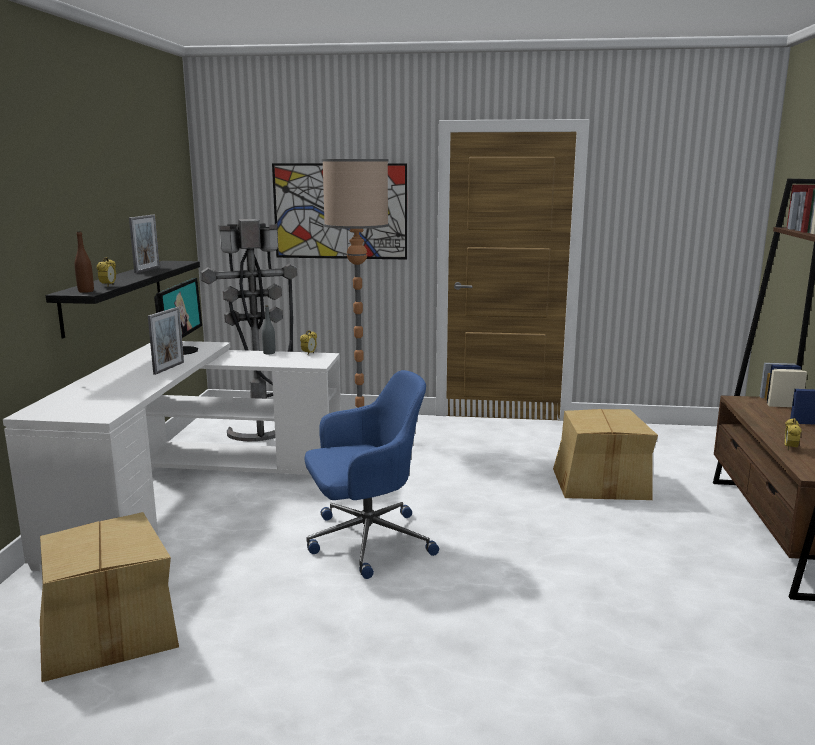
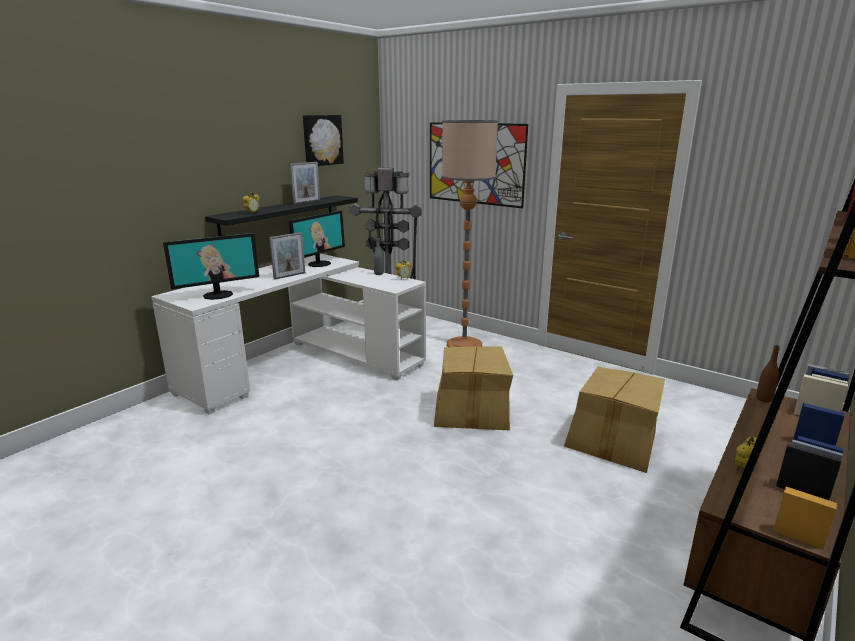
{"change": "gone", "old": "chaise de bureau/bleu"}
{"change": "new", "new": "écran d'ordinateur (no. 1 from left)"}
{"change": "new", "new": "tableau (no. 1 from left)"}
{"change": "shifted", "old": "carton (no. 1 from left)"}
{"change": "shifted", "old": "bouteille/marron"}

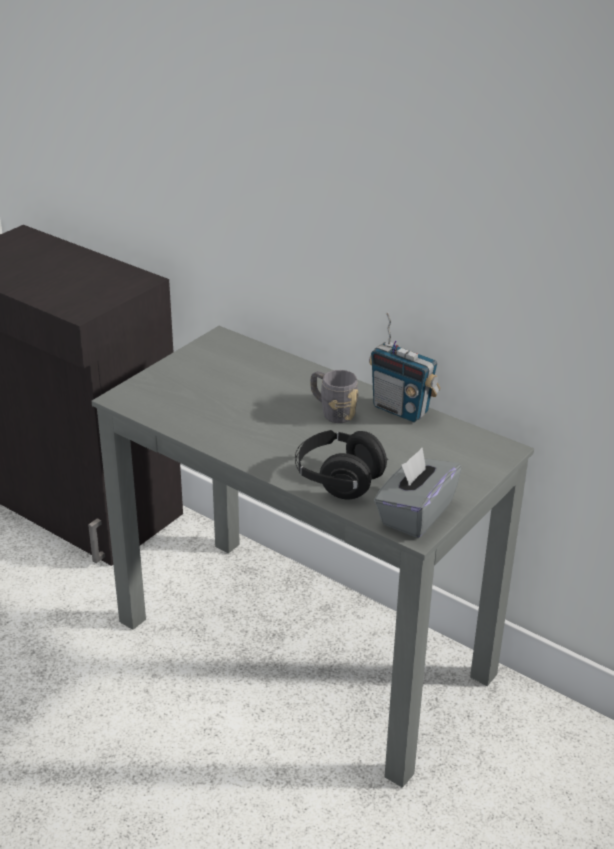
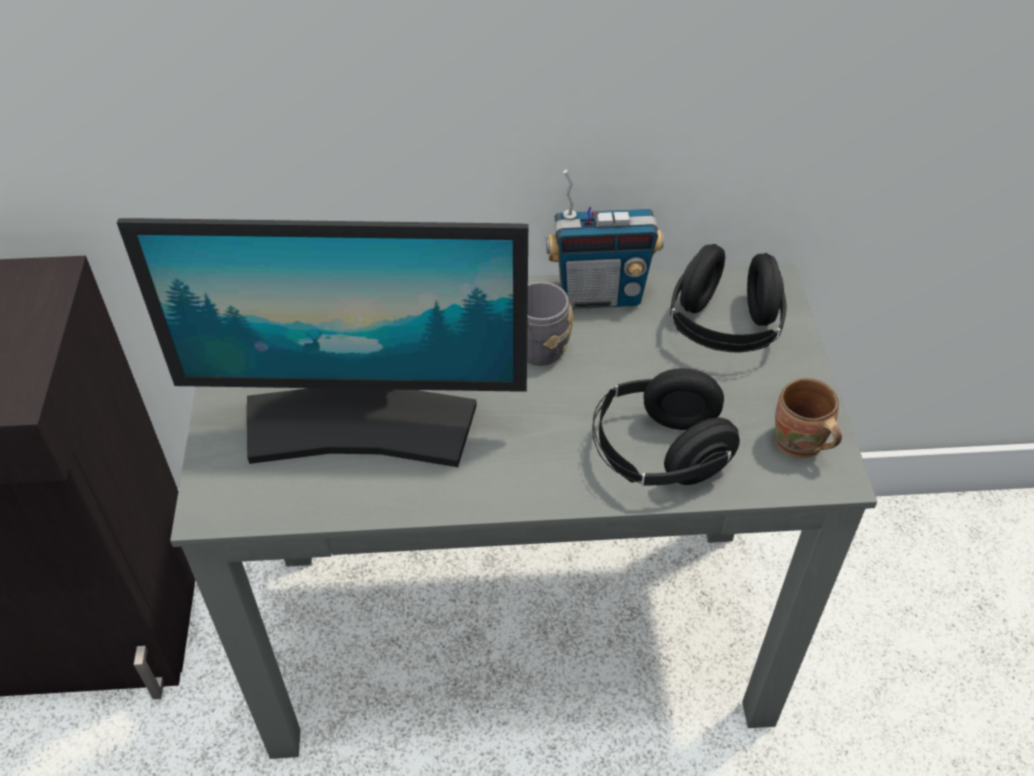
{"change": "new", "new": "écran d'ordinateur"}
{"change": "new", "new": "casque audio/noir (no. 2 from left)"}
{"change": "swapped", "old": "boîte à mouchoirs/gris", "new": "mug/marron"}

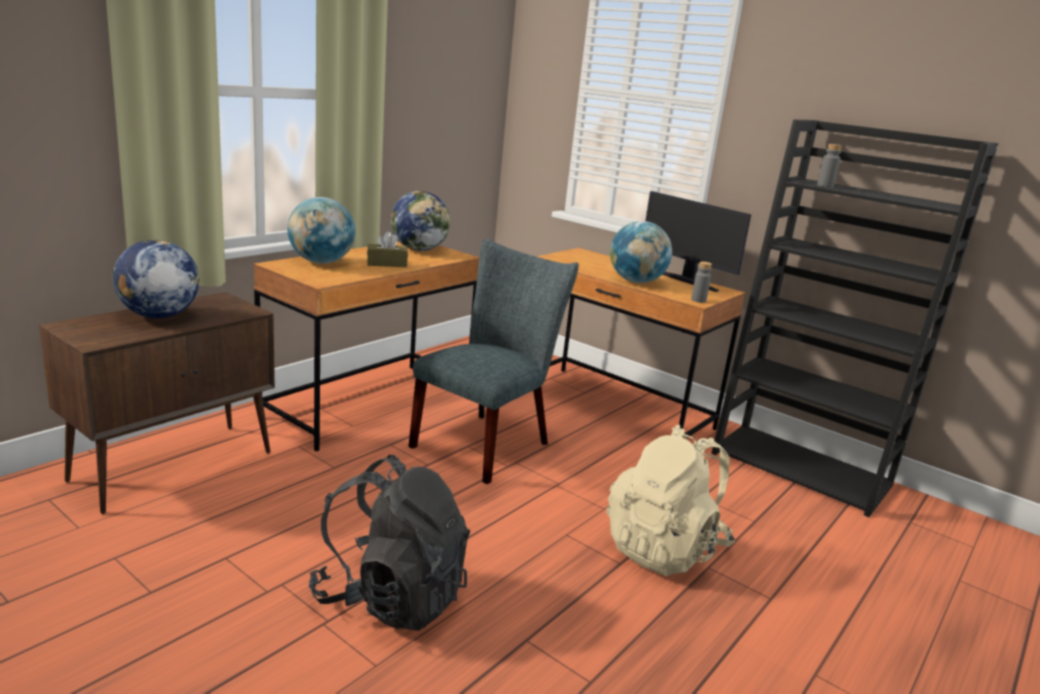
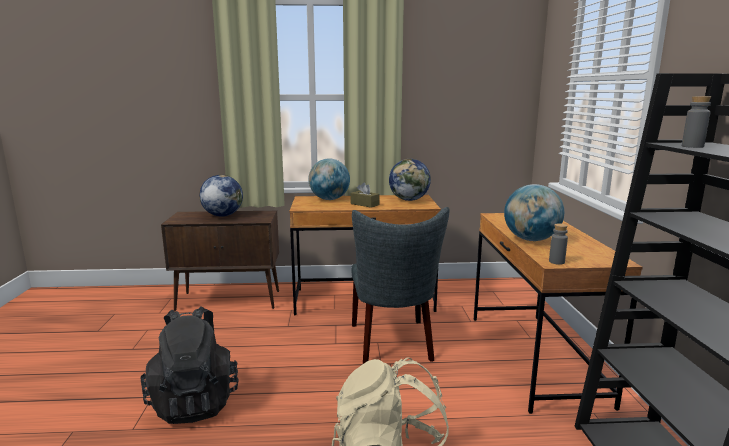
{"change": "gone", "old": "écran d'ordinateur"}
{"change": "rotated", "old": "chaise/gris", "degrees": 90}

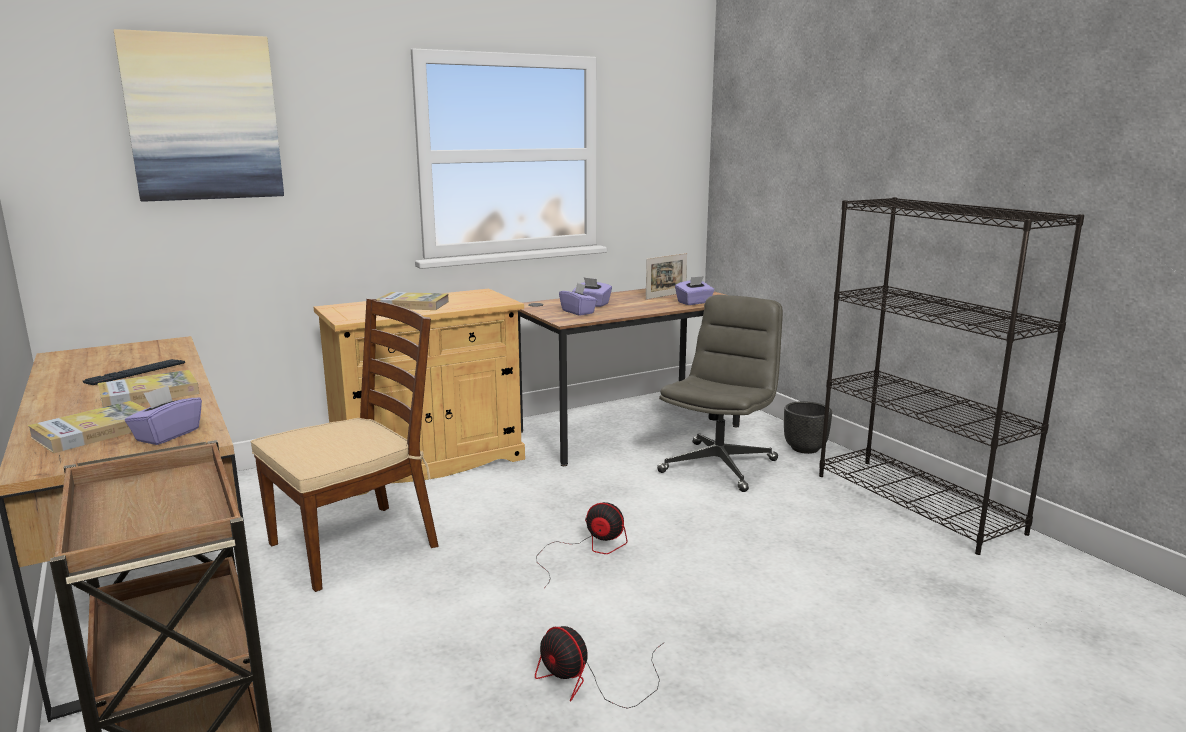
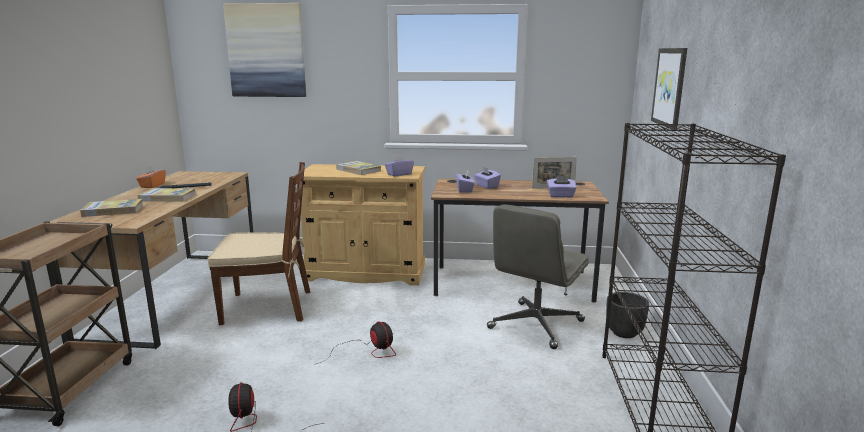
{"change": "new", "new": "boîte à mouchoirs/orange"}
{"change": "new", "new": "tableau (no. 2 from left)"}
{"change": "shifted", "old": "boîte à mouchoirs/violet (no. 1 from left)"}
{"change": "rotated", "old": "chaise de bureau/gris", "degrees": 150}

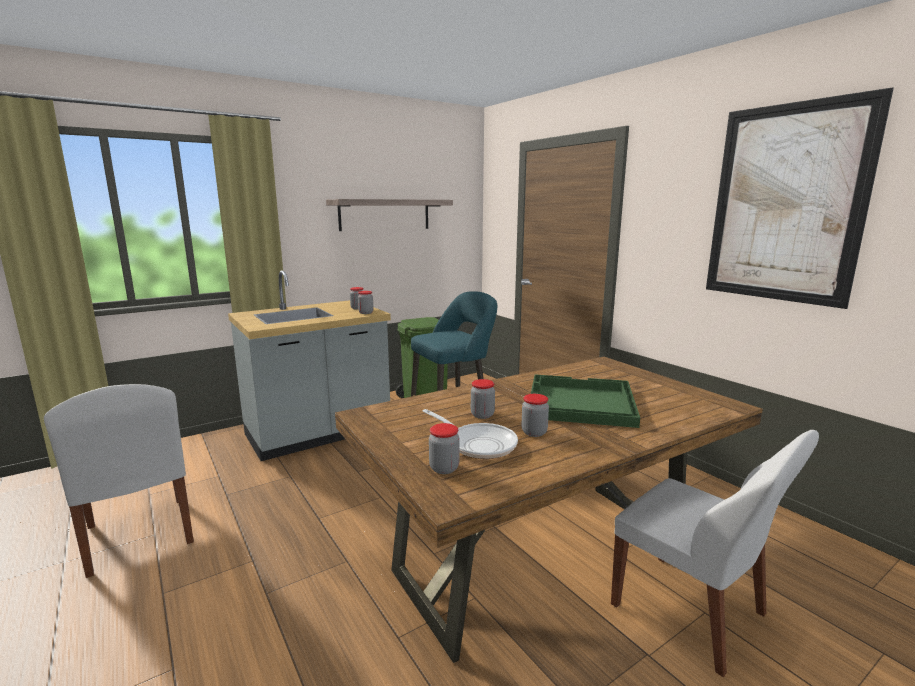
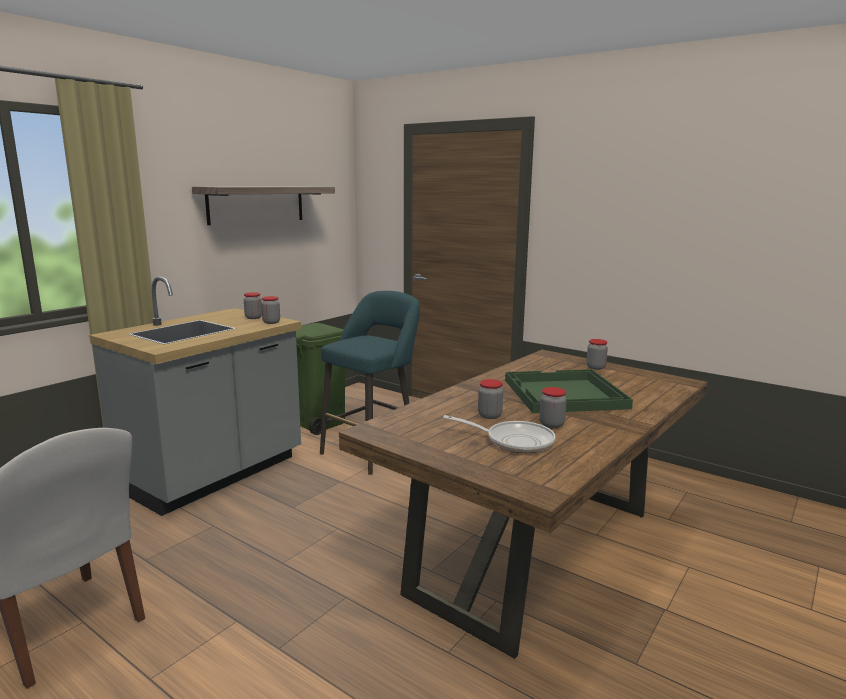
{"change": "gone", "old": "chaise/blanc (no. 2 from left)"}
{"change": "gone", "old": "tableau"}
{"change": "shifted", "old": "bocal (no. 3 from left in the first image)", "new": "bocal (no. 5 from left)"}

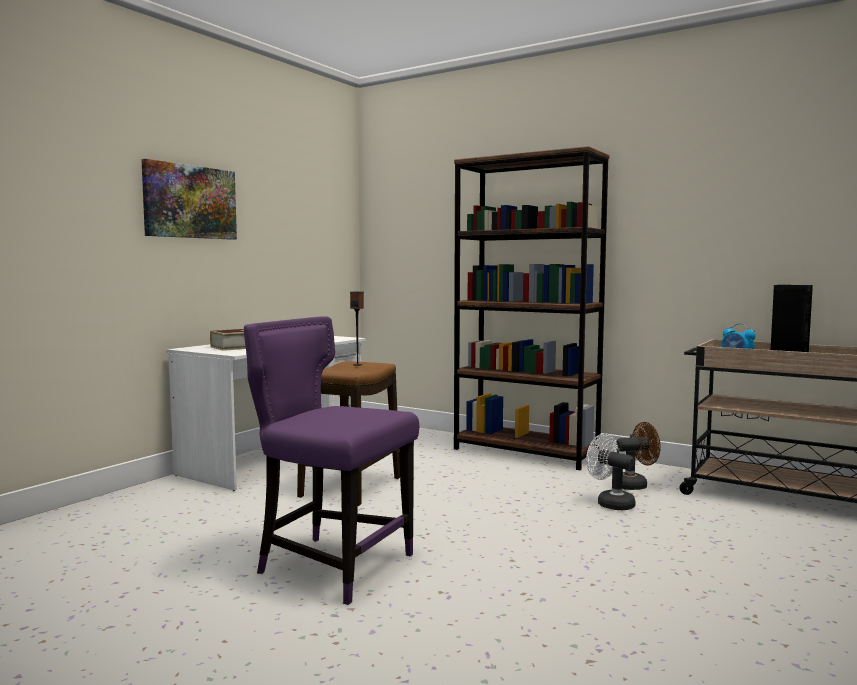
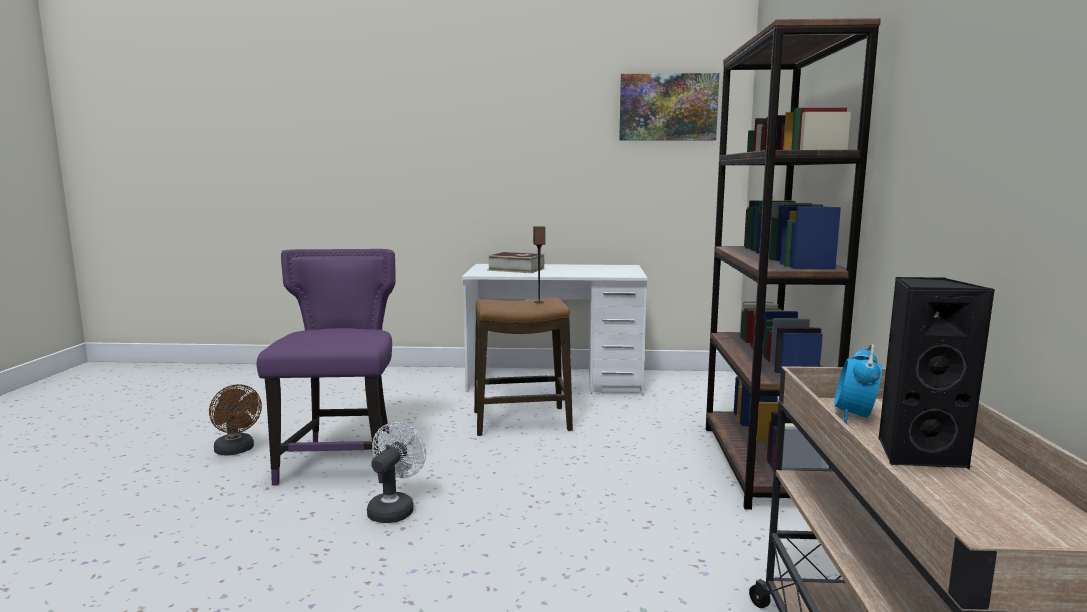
{"change": "shifted", "old": "tableau"}
{"change": "shifted", "old": "ventilateur/blanc"}
{"change": "shifted", "old": "ventilateur/marron"}

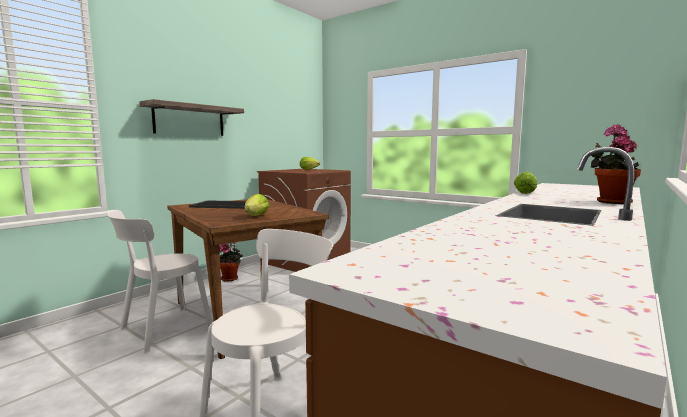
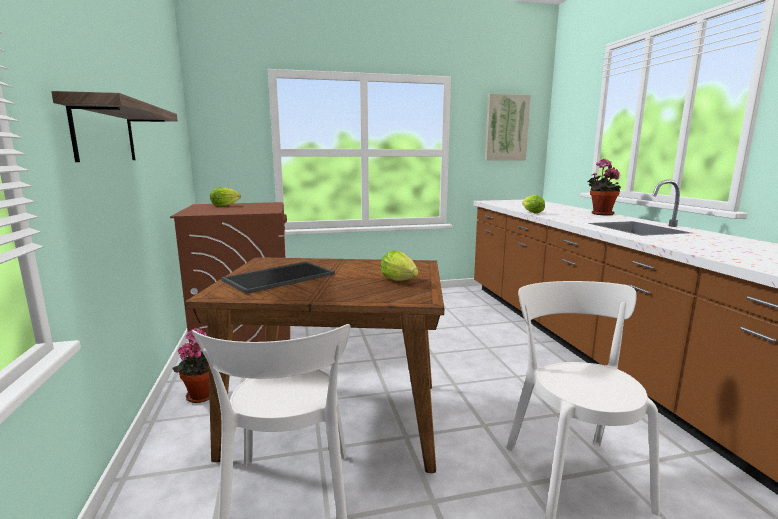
{"change": "new", "new": "tableau"}

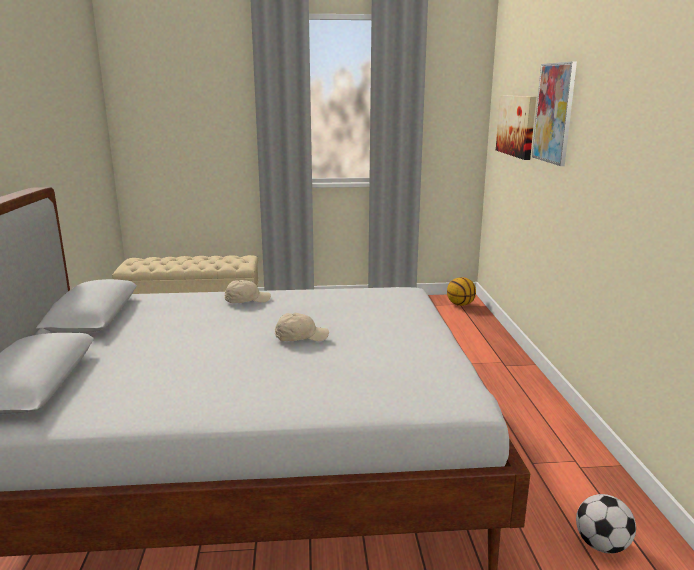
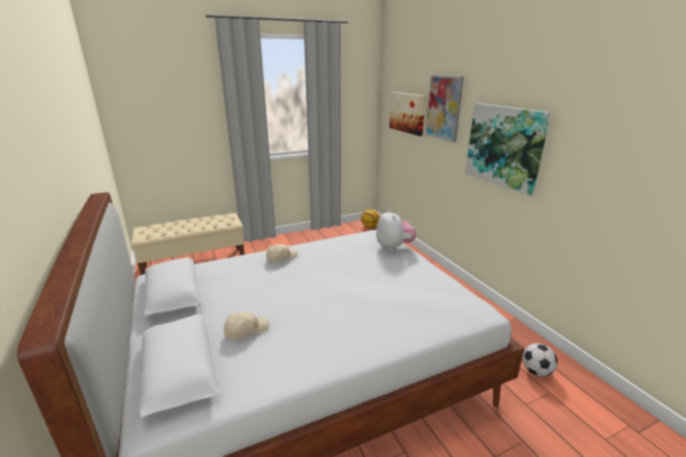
{"change": "new", "new": "peluche"}
{"change": "new", "new": "tableau (no. 3 from left)"}
{"change": "shifted", "old": "casquette/beige (no. 2 from left in the first image)", "new": "casquette/beige (no. 1 from left)"}

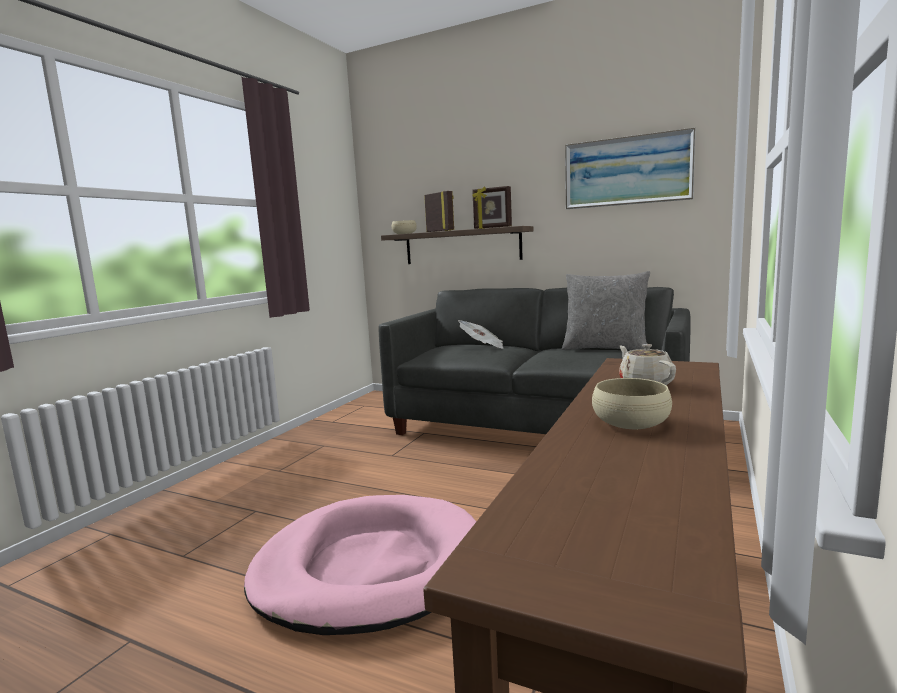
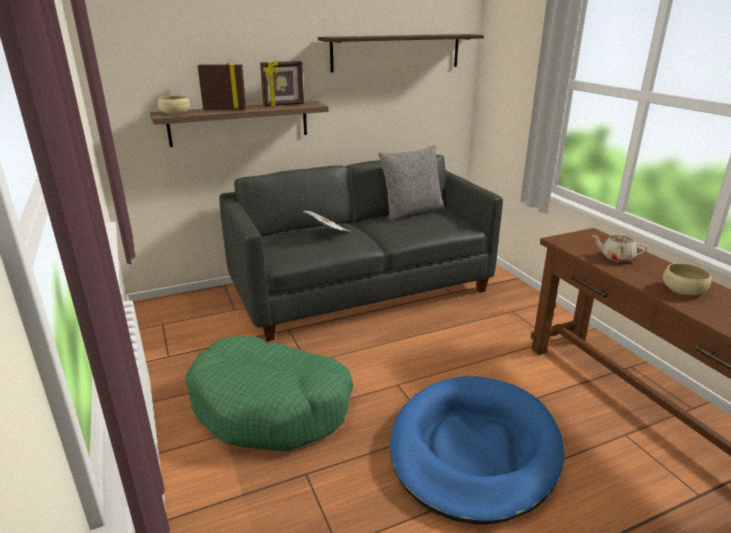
{"change": "new", "new": "panier pour chien/vert"}
{"change": "swapped", "old": "tableau", "new": "étagère (no. 2 from left)"}
{"change": "repainted", "old": "panier pour chien/rose", "new": "panier pour chien/bleu"}

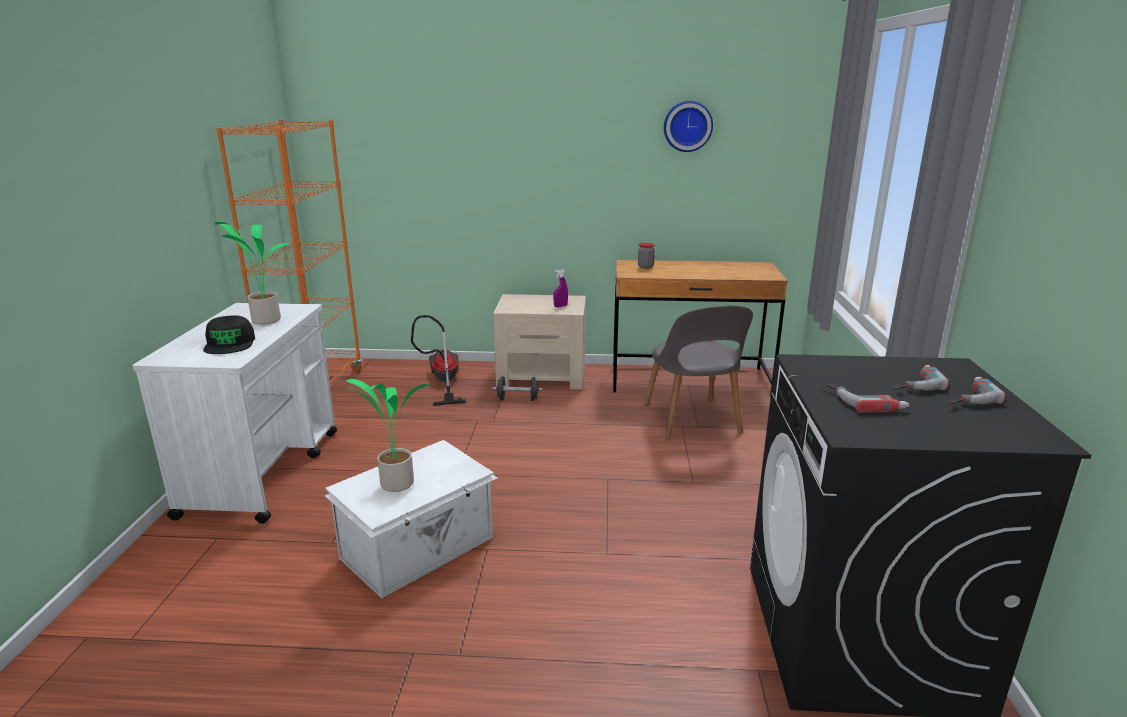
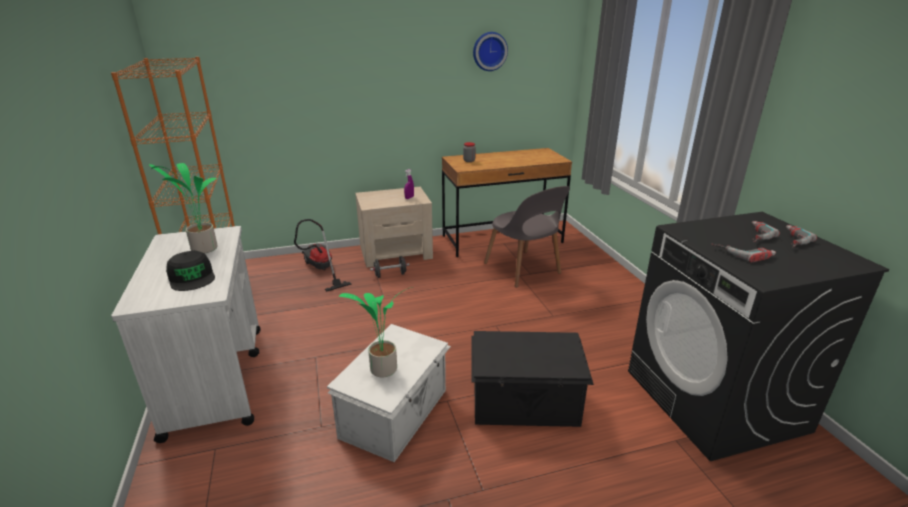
{"change": "new", "new": "boîte de rangement/noir"}

